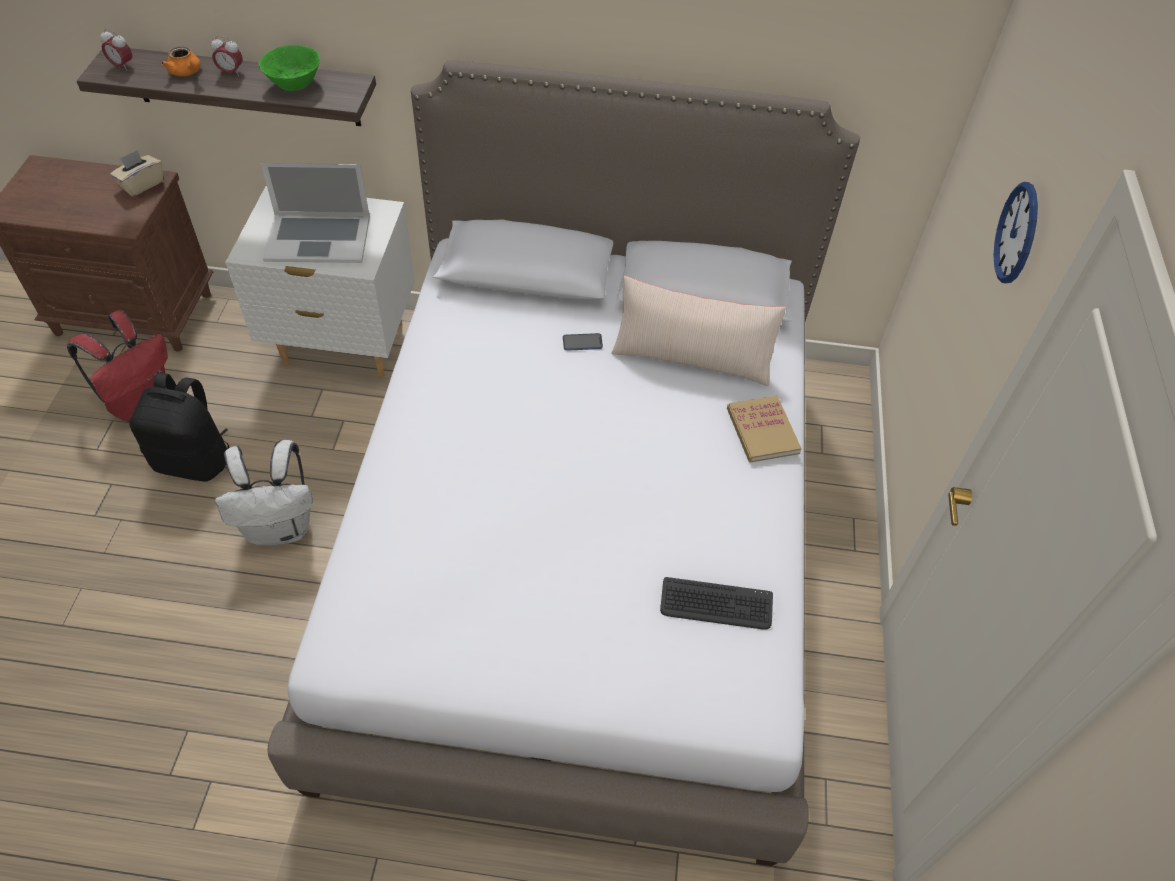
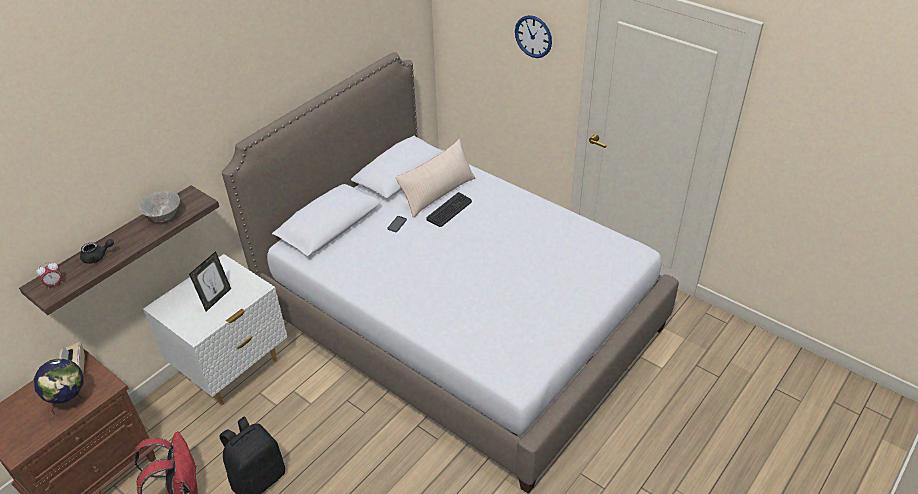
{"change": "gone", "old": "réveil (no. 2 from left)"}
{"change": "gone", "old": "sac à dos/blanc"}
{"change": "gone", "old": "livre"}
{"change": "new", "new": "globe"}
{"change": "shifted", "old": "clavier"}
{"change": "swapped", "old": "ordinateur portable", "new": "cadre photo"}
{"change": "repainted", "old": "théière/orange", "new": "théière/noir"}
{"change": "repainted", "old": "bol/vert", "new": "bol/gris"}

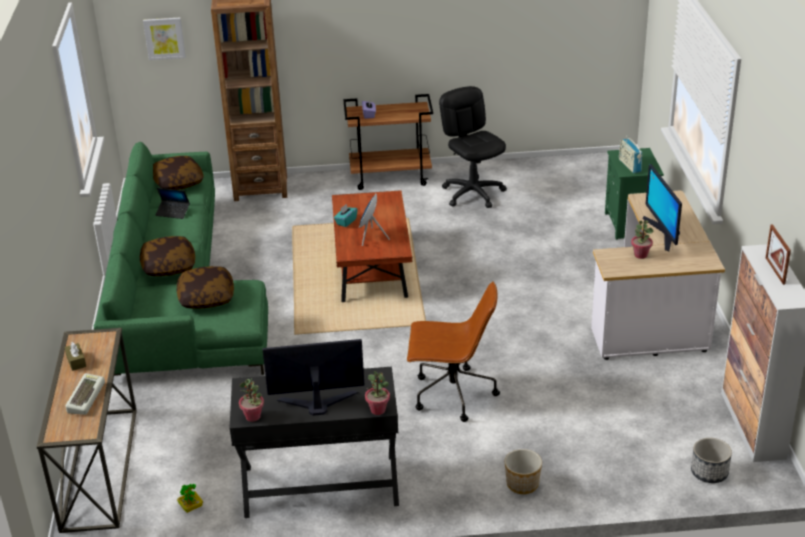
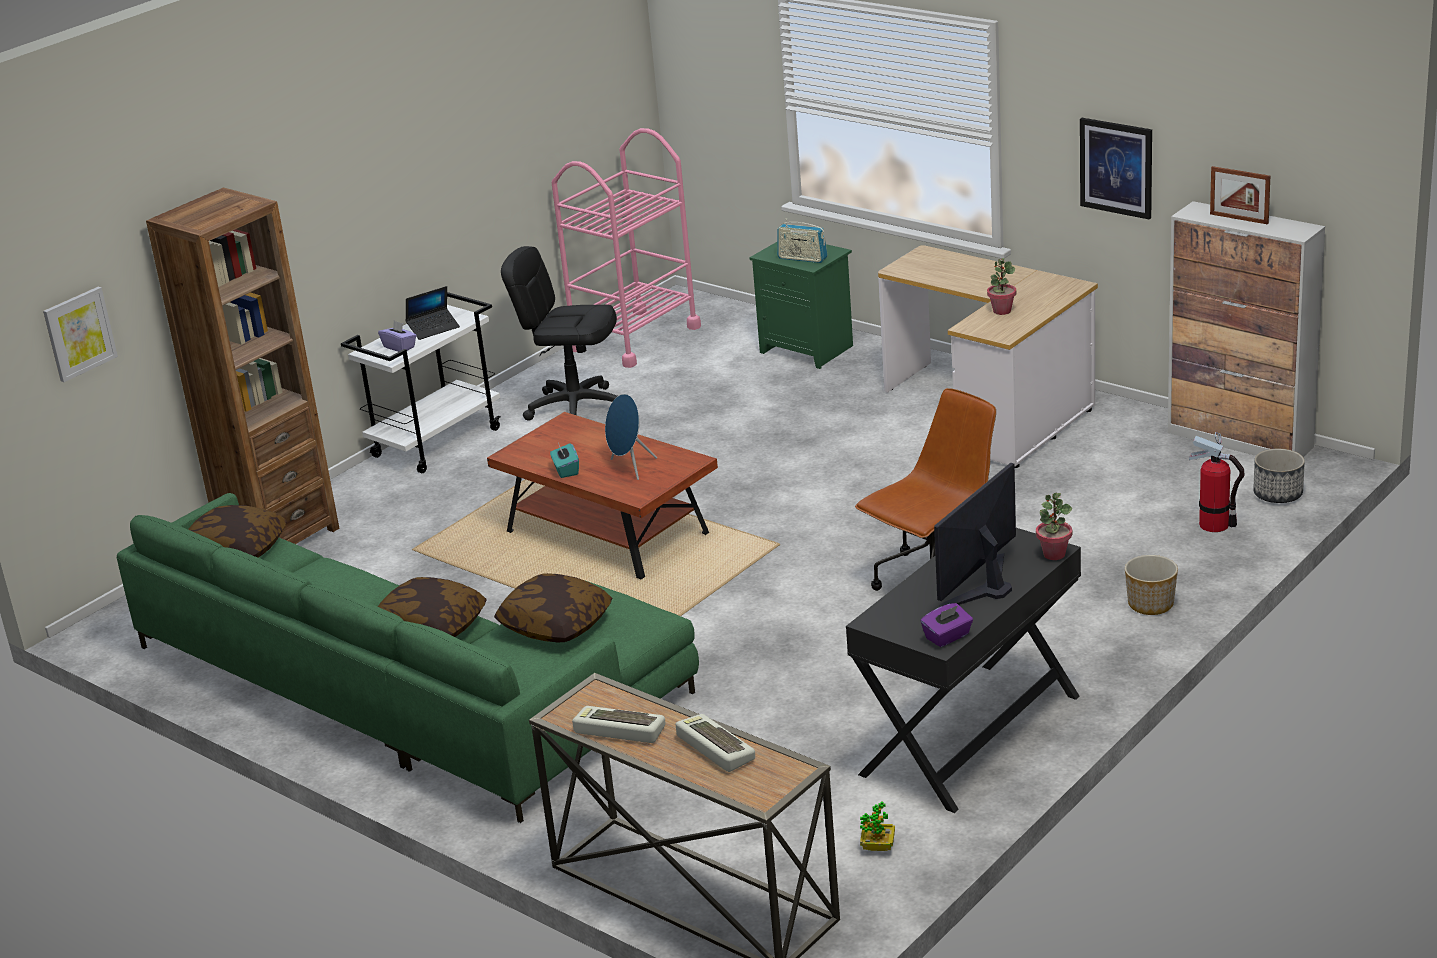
{"change": "gone", "old": "écran d'ordinateur (no. 2 from left)"}
{"change": "new", "new": "chariot/rose"}
{"change": "new", "new": "tableau (no. 2 from left)"}
{"change": "new", "new": "extincteur"}
{"change": "shifted", "old": "ordinateur portable"}
{"change": "swapped", "old": "boîte à mouchoirs/marron", "new": "clavier (no. 1 from left)"}
{"change": "swapped", "old": "plante en pot (no. 2 from left)", "new": "boîte à mouchoirs/violet (no. 2 from left)"}
{"change": "repainted", "old": "chariot/marron", "new": "chariot/blanc"}

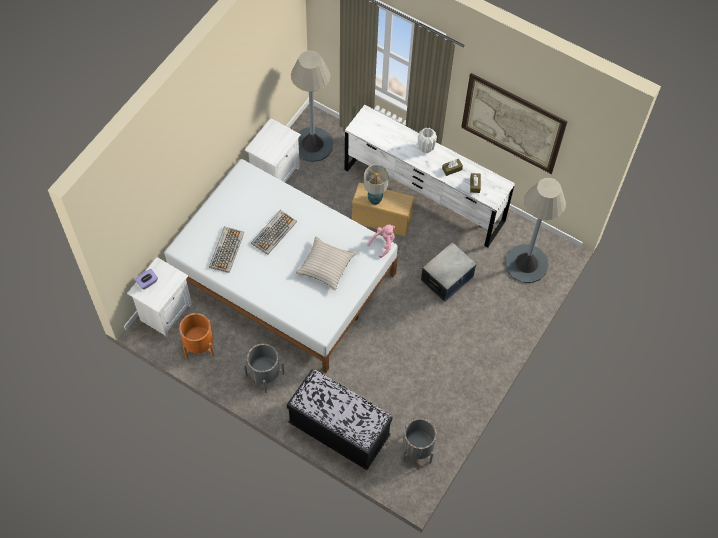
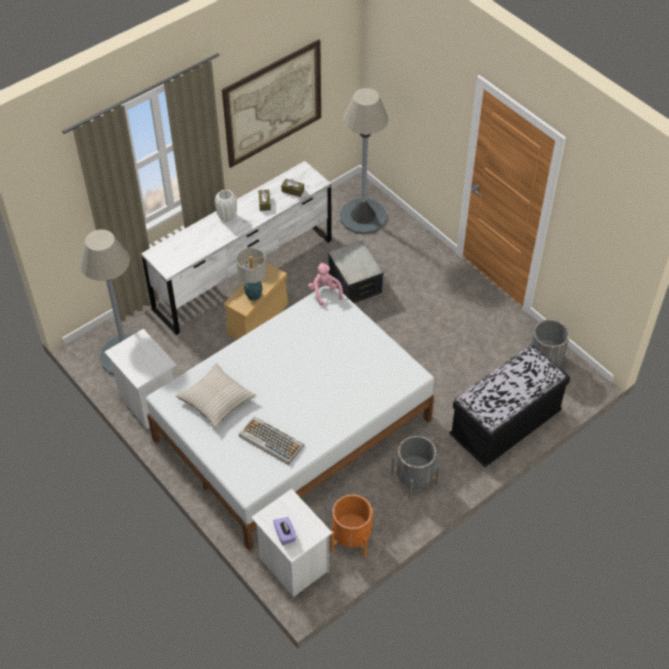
{"change": "gone", "old": "clavier (no. 2 from left)"}
{"change": "shifted", "old": "coussin/beige"}

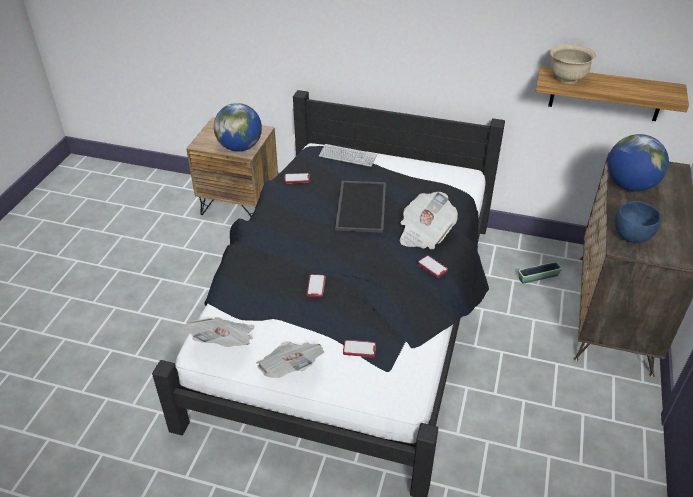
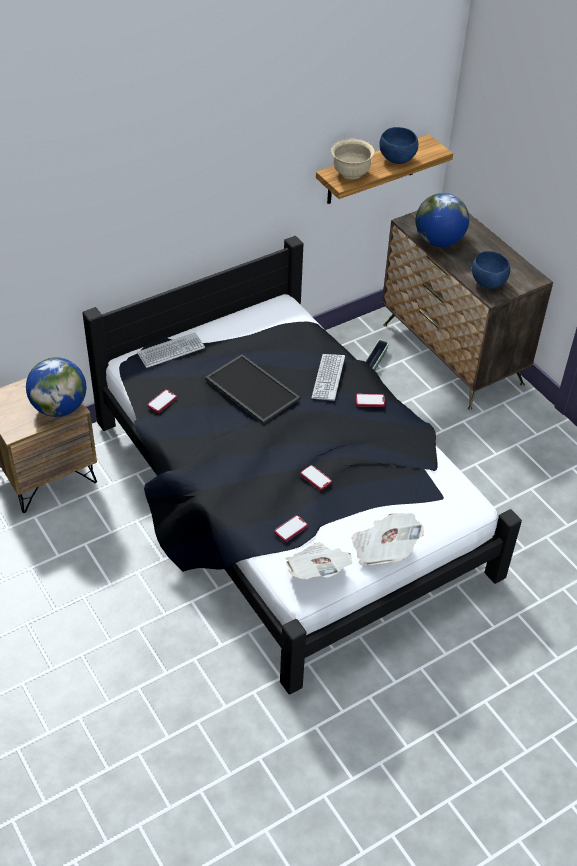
{"change": "new", "new": "bol/bleu (no. 1 from left)"}
{"change": "shifted", "old": "téléphone (no. 3 from left in the first image)", "new": "téléphone (no. 2 from left)"}
{"change": "swapped", "old": "journal (no. 3 from left)", "new": "clavier (no. 2 from left)"}

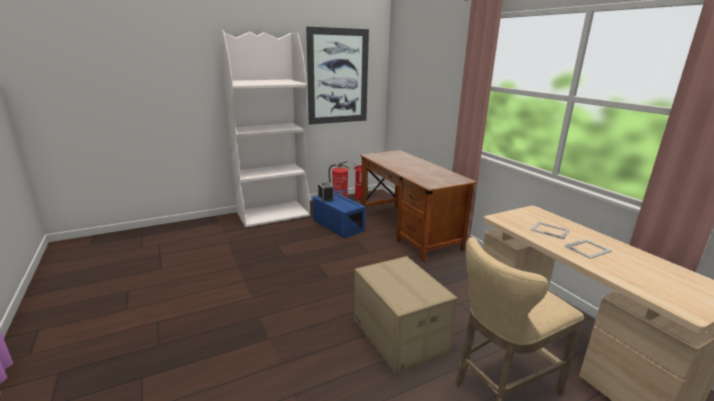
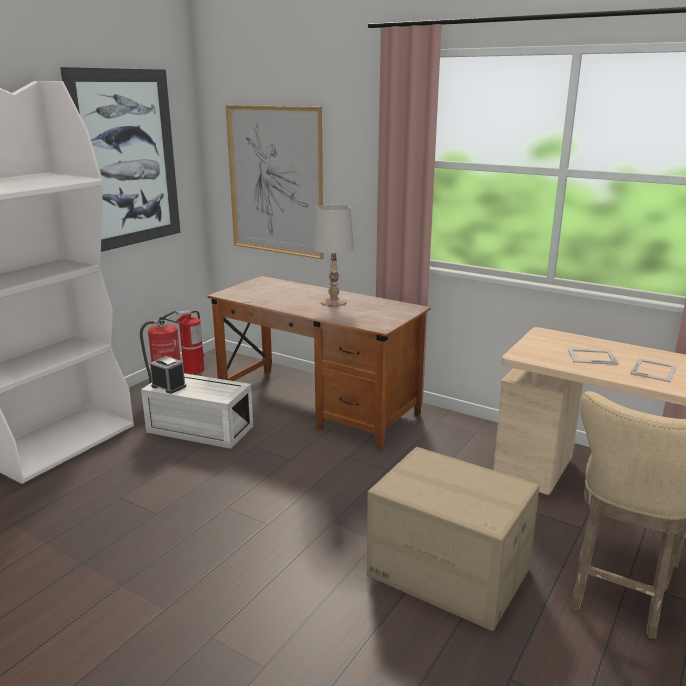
{"change": "new", "new": "tableau (no. 2 from left)"}
{"change": "new", "new": "lampe de table/blanc"}
{"change": "repainted", "old": "boîte de rangement/bleu", "new": "boîte de rangement/blanc"}

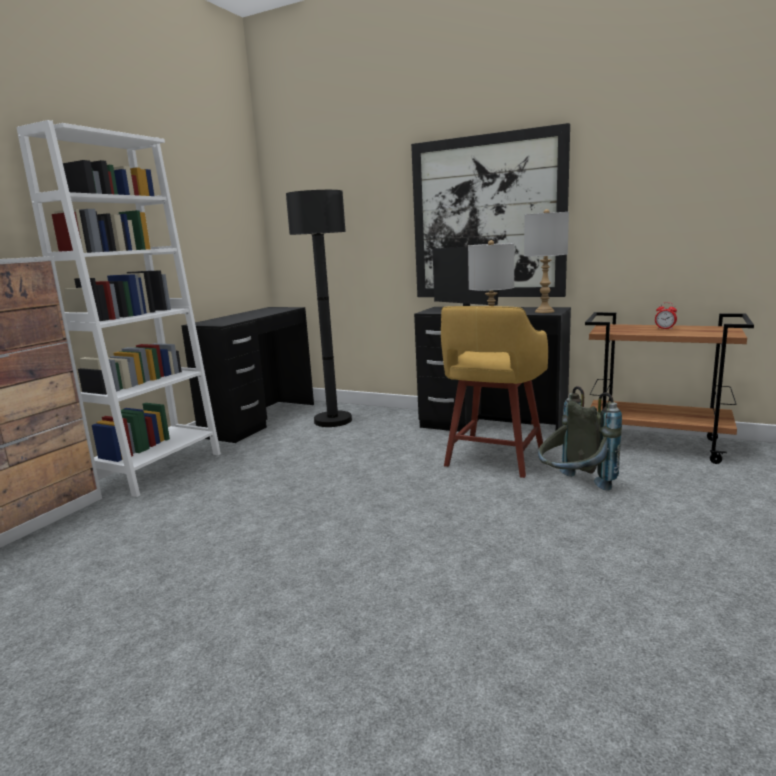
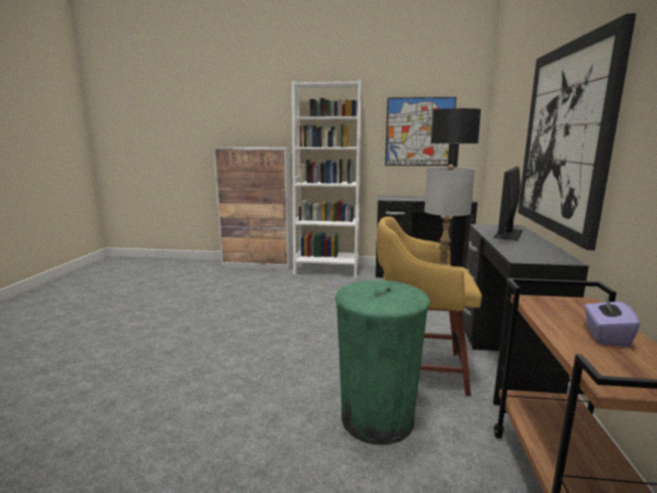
{"change": "gone", "old": "lampe de table/gris (no. 2 from left)"}
{"change": "new", "new": "tableau (no. 1 from left)"}
{"change": "swapped", "old": "sac à dos/gris", "new": "poubelle/vert"}
{"change": "swapped", "old": "réveil", "new": "boîte à mouchoirs/violet"}

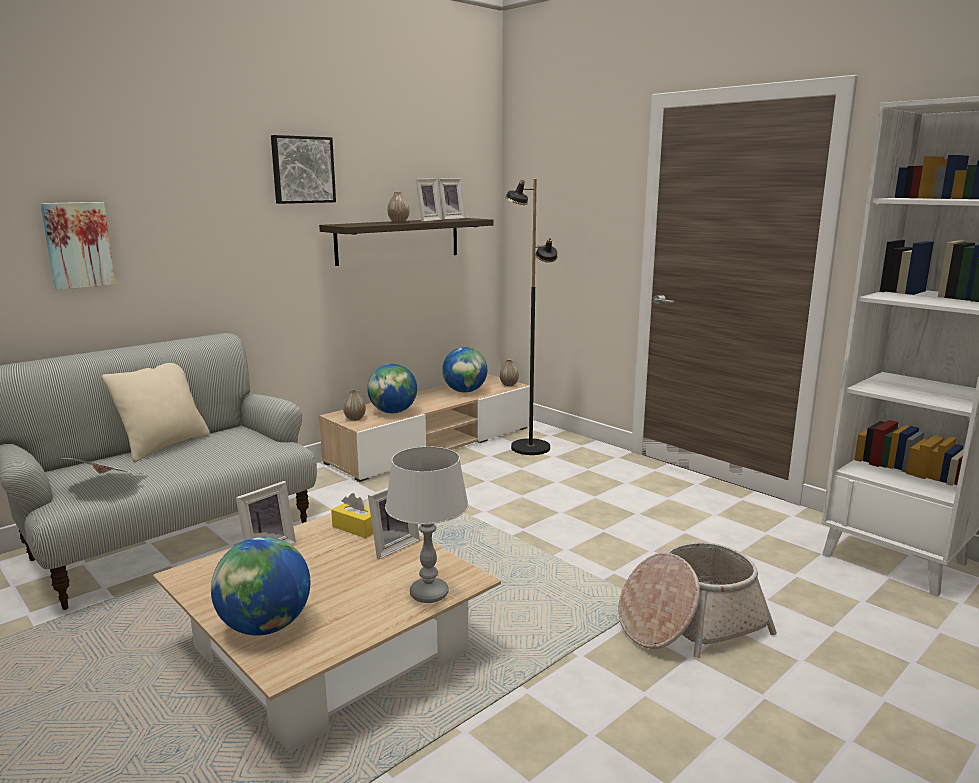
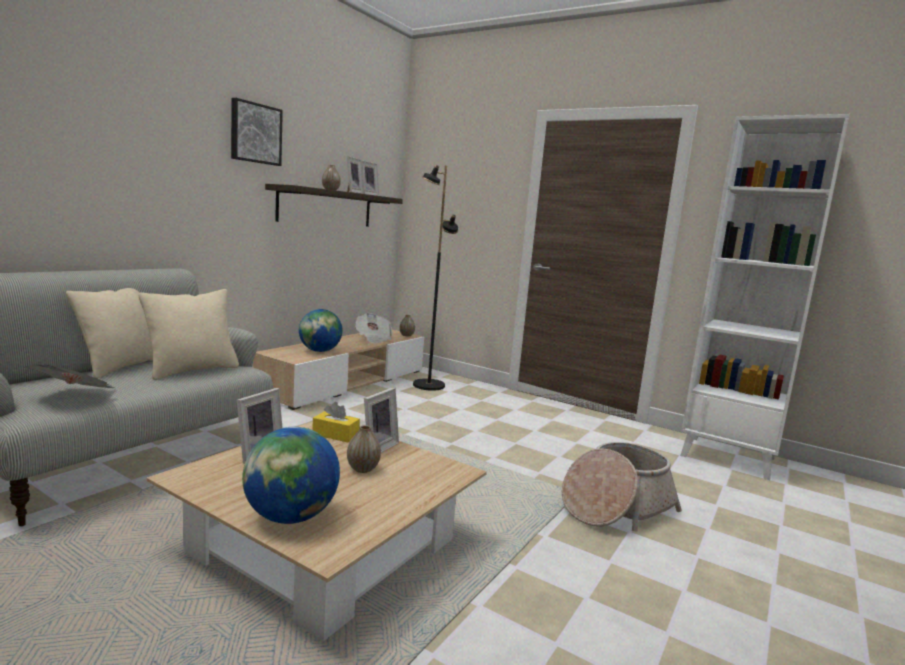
{"change": "gone", "old": "tableau (no. 1 from left)"}
{"change": "gone", "old": "lampe de table/gris"}
{"change": "new", "new": "coussin/beige (no. 2 from left)"}
{"change": "shifted", "old": "vase (no. 1 from left in the first image)", "new": "vase (no. 2 from left)"}
{"change": "swapped", "old": "globe (no. 3 from left)", "new": "journal (no. 2 from left)"}

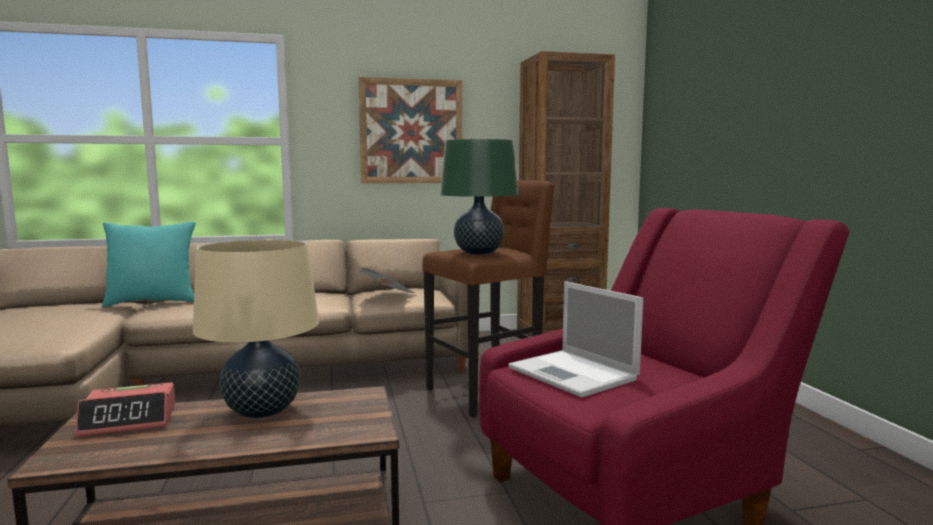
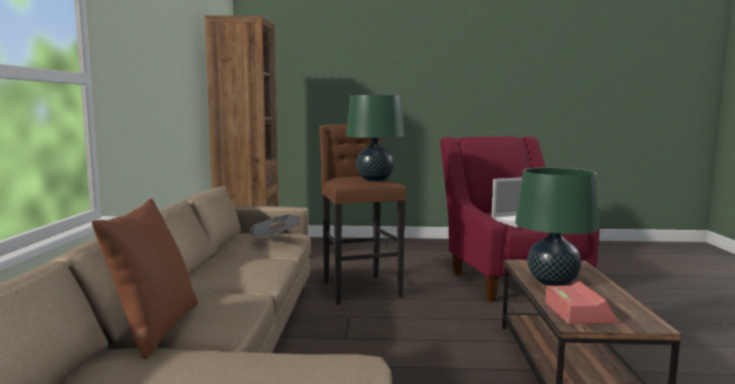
{"change": "gone", "old": "tableau"}
{"change": "repainted", "old": "coussin/turquoise", "new": "coussin/marron"}
{"change": "repainted", "old": "lampe de table/beige", "new": "lampe de table/vert (no. 2 from left)"}

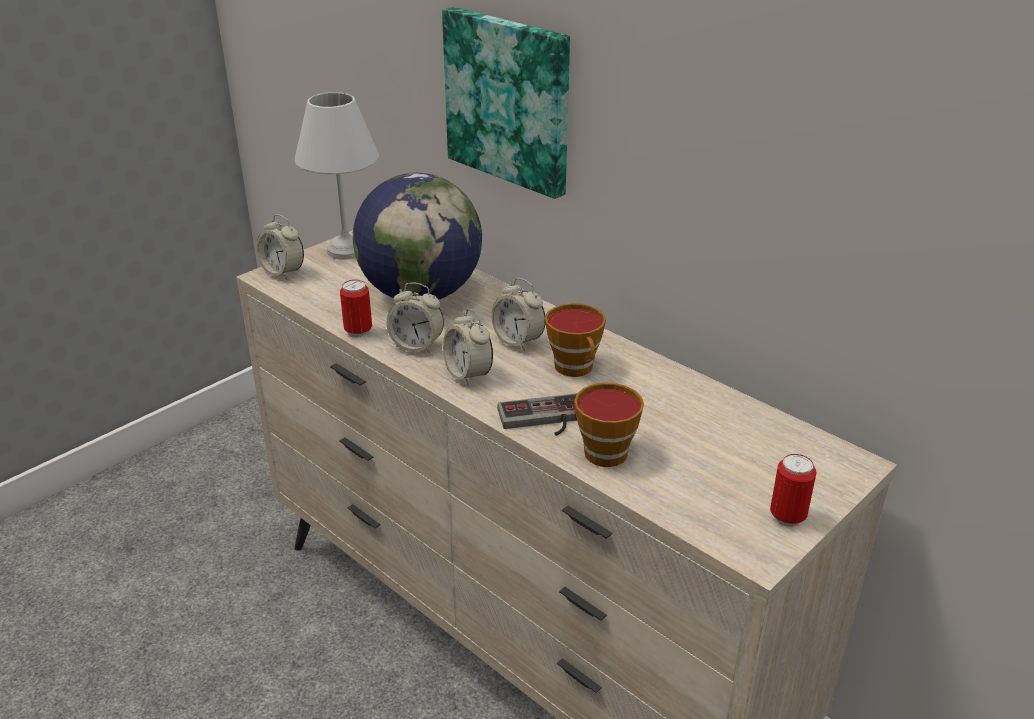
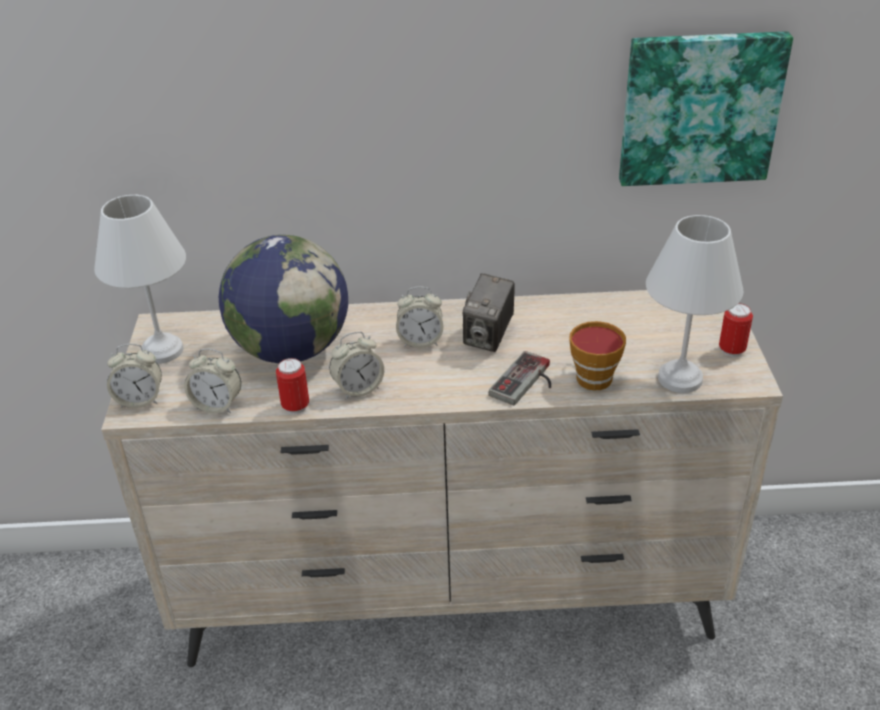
{"change": "new", "new": "lampe de table/blanc (no. 2 from left)"}
{"change": "shifted", "old": "tableau"}
{"change": "shifted", "old": "réveil (no. 3 from left in the first image)", "new": "réveil (no. 2 from left)"}
{"change": "swapped", "old": "tasse (no. 1 from left)", "new": "appareil photo"}

